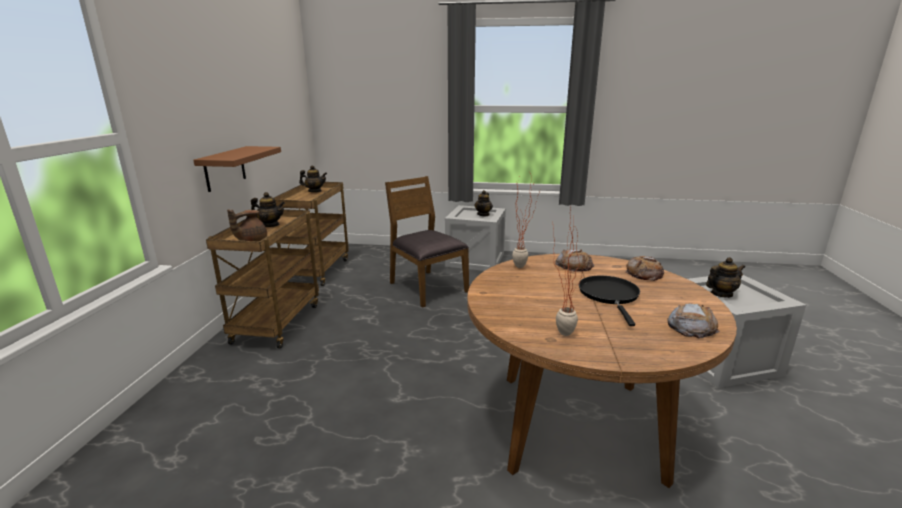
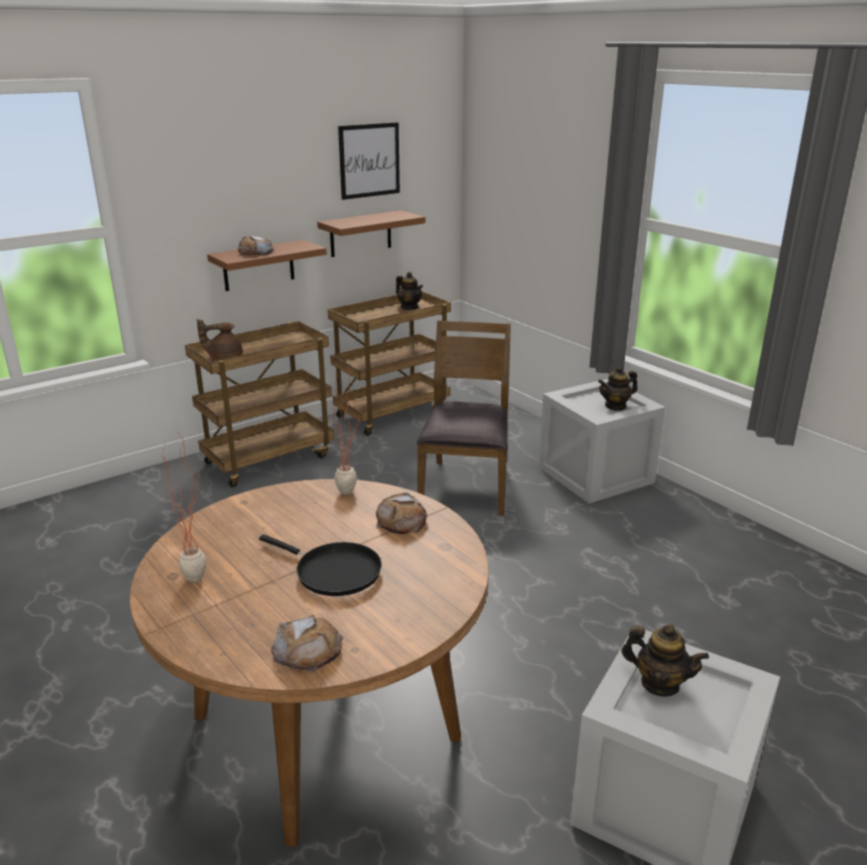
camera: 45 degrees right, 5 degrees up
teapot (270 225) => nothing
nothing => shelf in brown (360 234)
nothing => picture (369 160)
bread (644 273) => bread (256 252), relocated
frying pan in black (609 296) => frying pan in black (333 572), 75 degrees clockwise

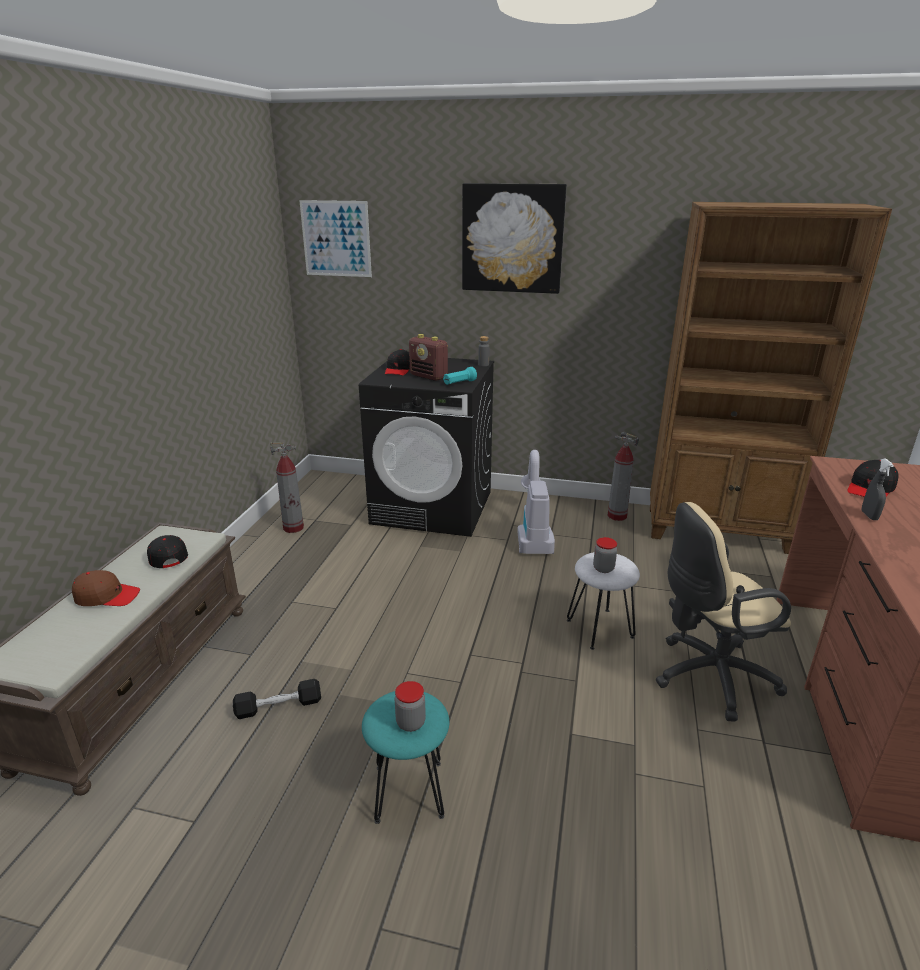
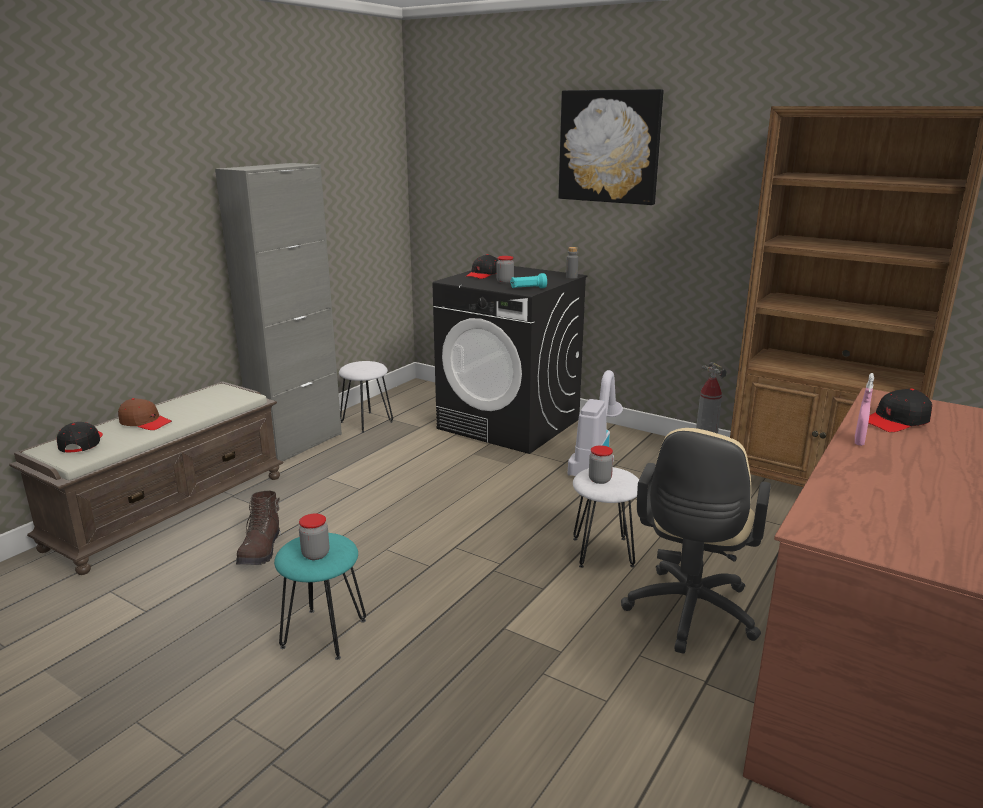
camera: 20 degrees right, 5 degrees down
picture (336 239) => nothing
nothing => cabinet in grey (297 444)
cap in black (167 556) => cap in black (81 443), relocated
dumbbell in black (279 706) => boot in brown (261 550)
fire extinguisher (293 528) => stool in white (367 422)
radio (429 377) => jar (505 282)
spray bottle in grey (869 516) => spray bottle in pink (859 441)
office chair in beige (708 677) => office chair in beige (689 615), 75 degrees counterclockwise

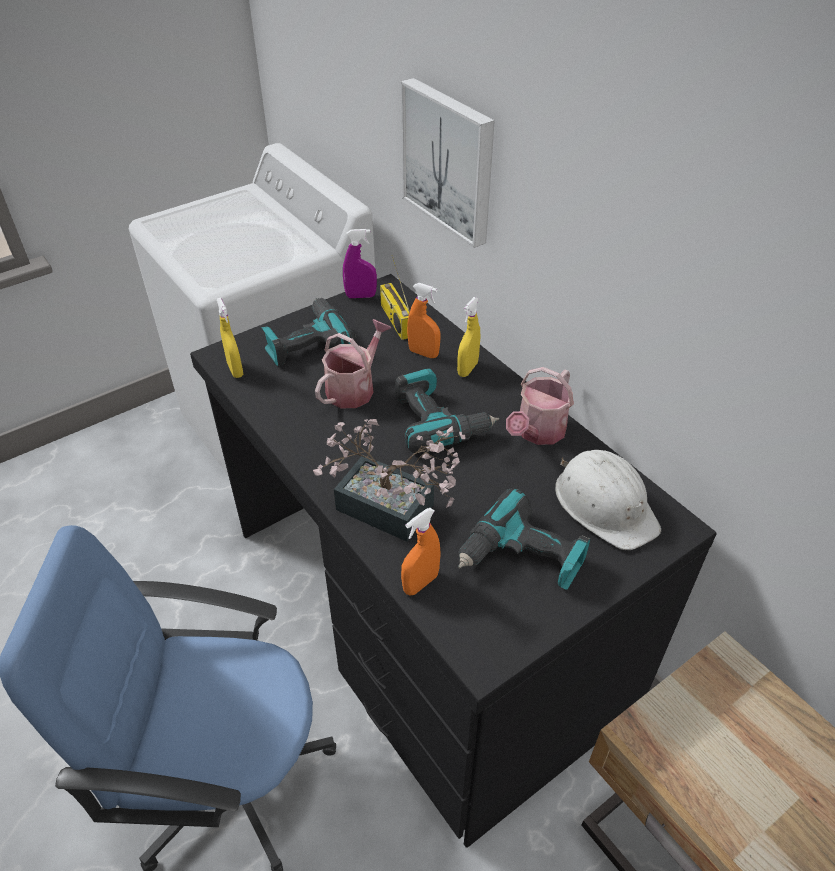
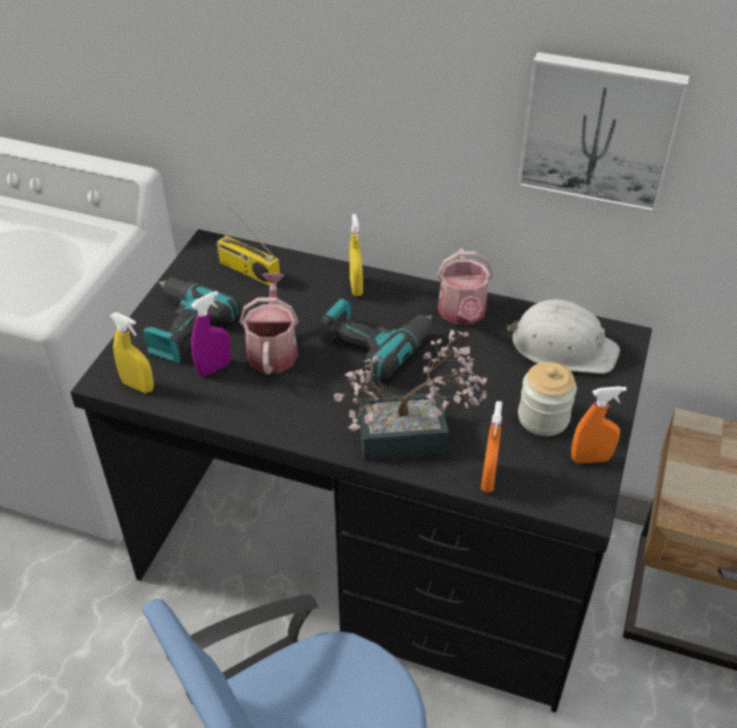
camera: 35 degrees left, 0 degrees up
spray bottle in purple (361 296) => spray bottle in purple (214 368), relocated
picture (450 161) => picture (599 130), relocated
spray bottle in orange (423 353) => spray bottle in orange (590 459), relocated
power drill (522 558) => jar (543 418)

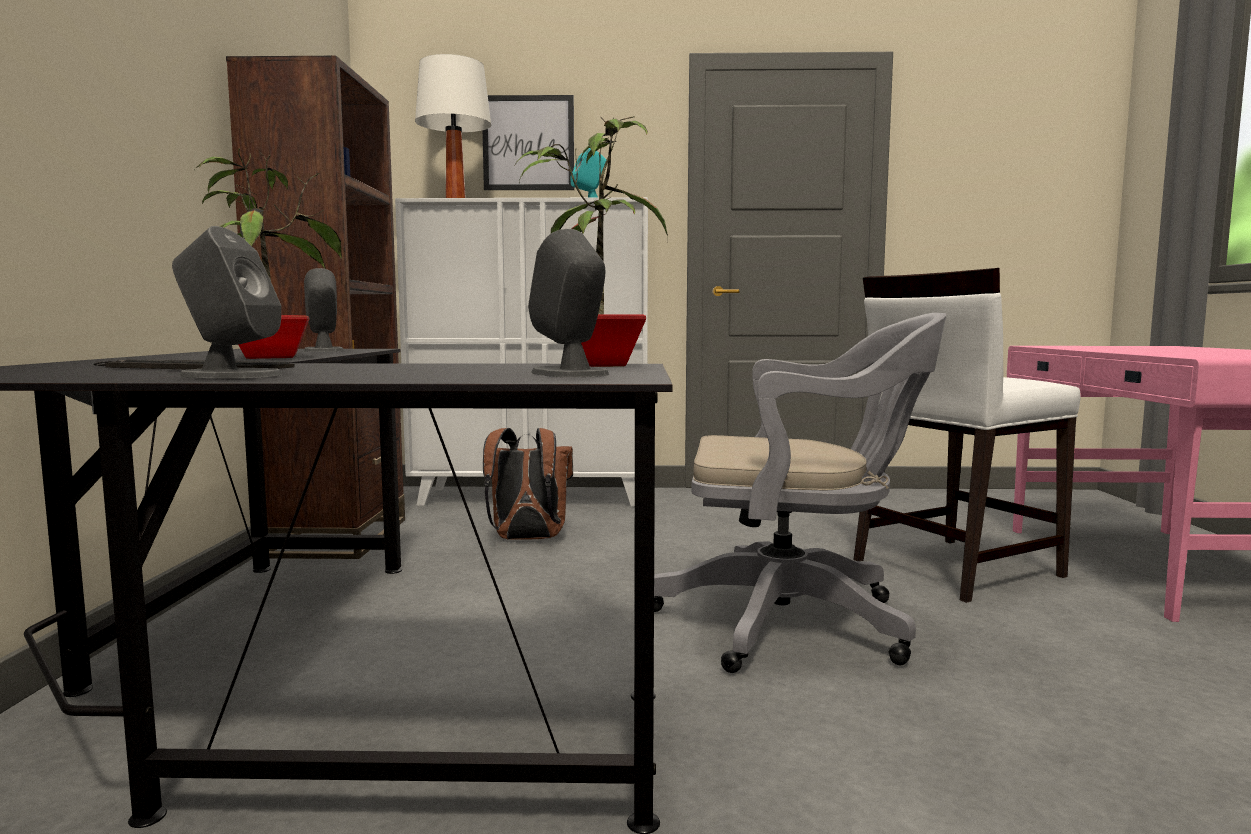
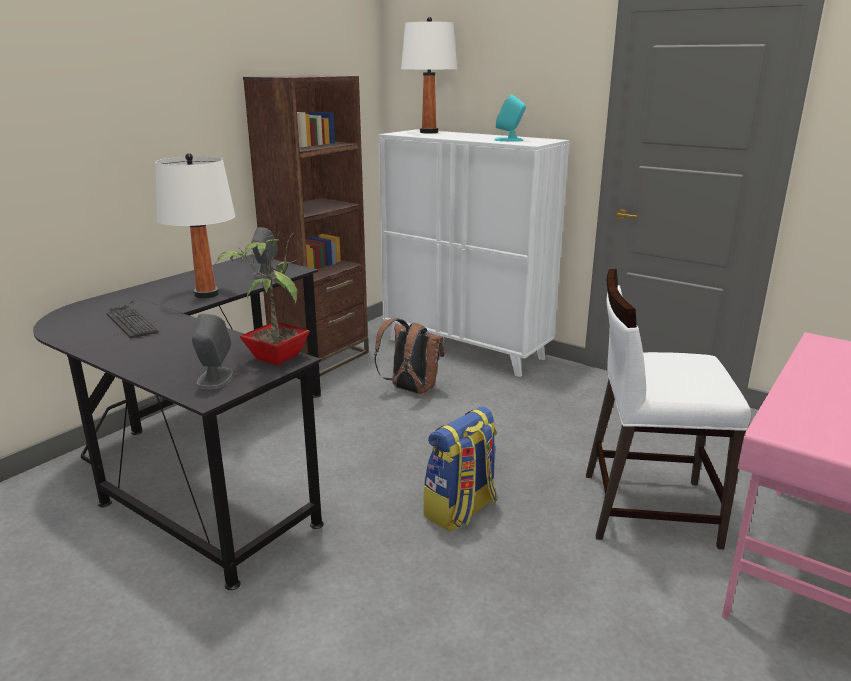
camera: 35 degrees right, 15 degrees up
speaker in grey (230 375) => nothing
picture (528 143) => nothing
potted plant (271 357) => table lamp in white (206 294)
office chair in grey (796 622) => backpack (461 510)

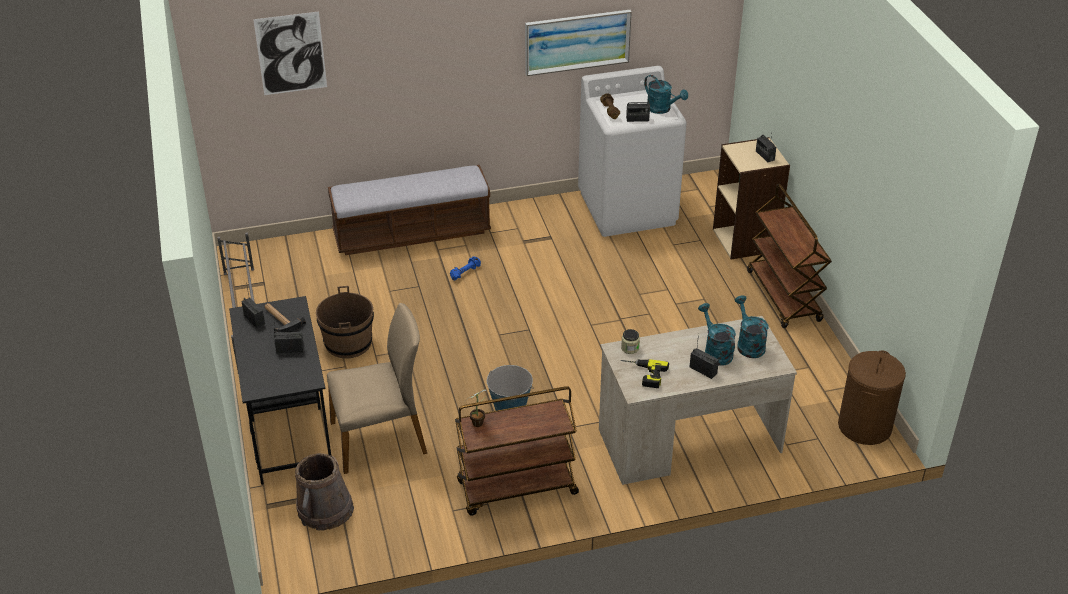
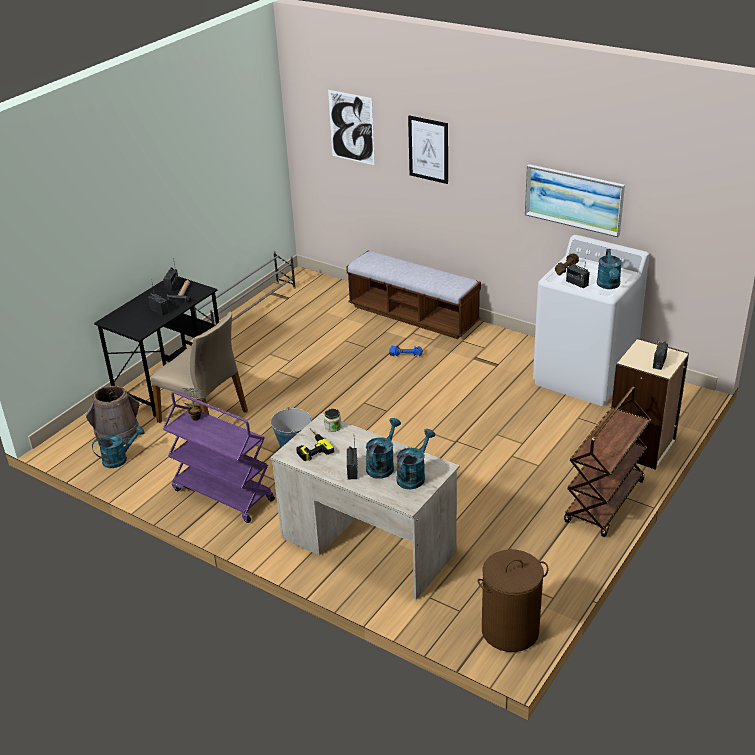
camera: 50 degrees right, 5 degrees down
bucket in brown (348 343) => nothing
nothing => watering can in turquoise (119 459)
nothing => picture (428 149)
cart in brown (516 489) => cart in purple (222 495)

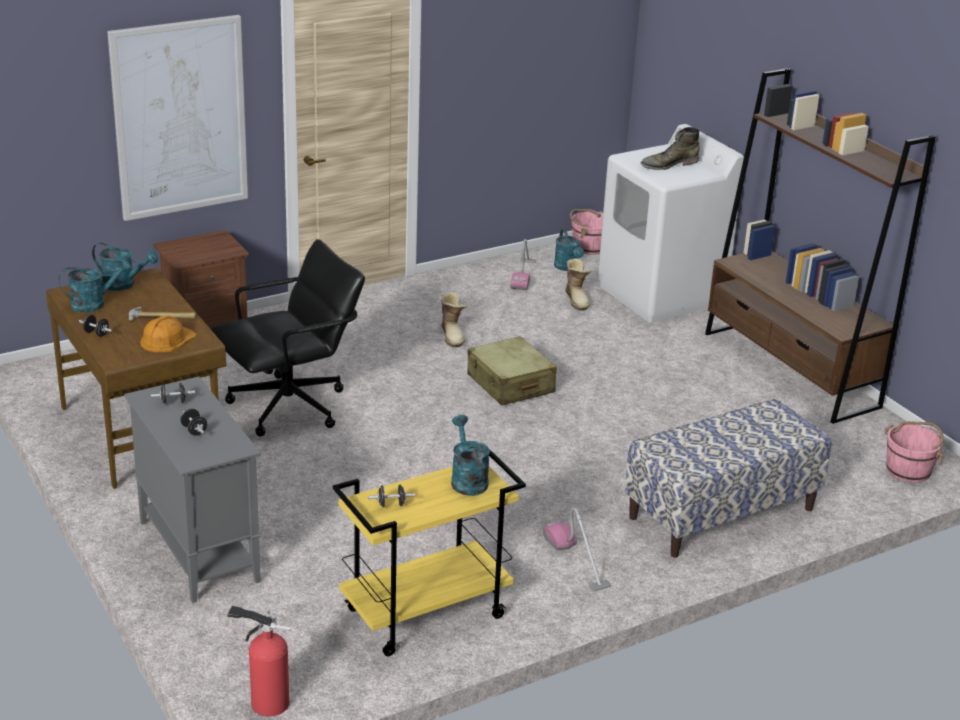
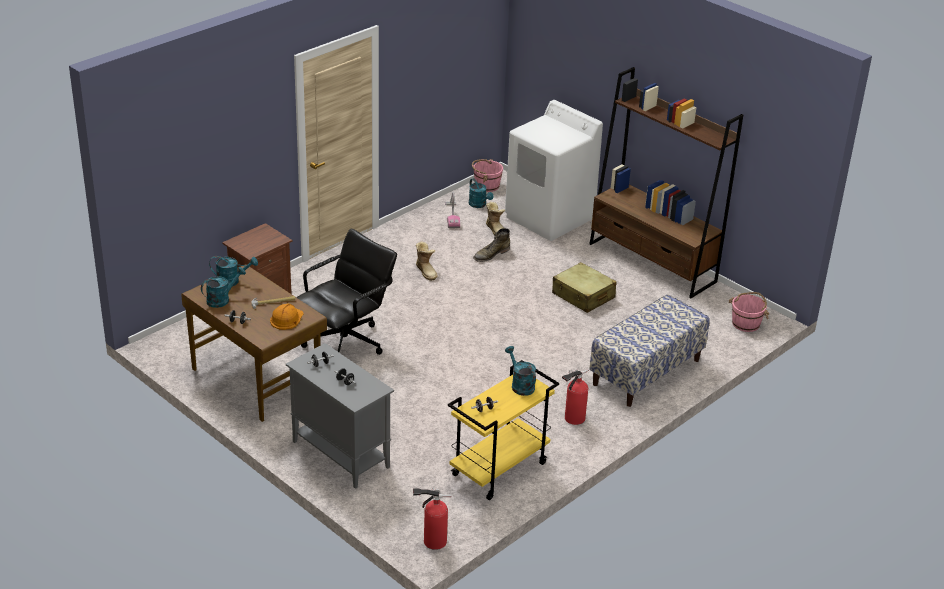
camera: 15 degrees left, 5 degrees up
picture (180 118) => nothing
suitcase in beige (510 384) => suitcase in beige (583 296), relocated
boot in green (668 164) => boot in green (491 254), relocated
vacuum cleaner (576 560) => fire extinguisher (573 419)

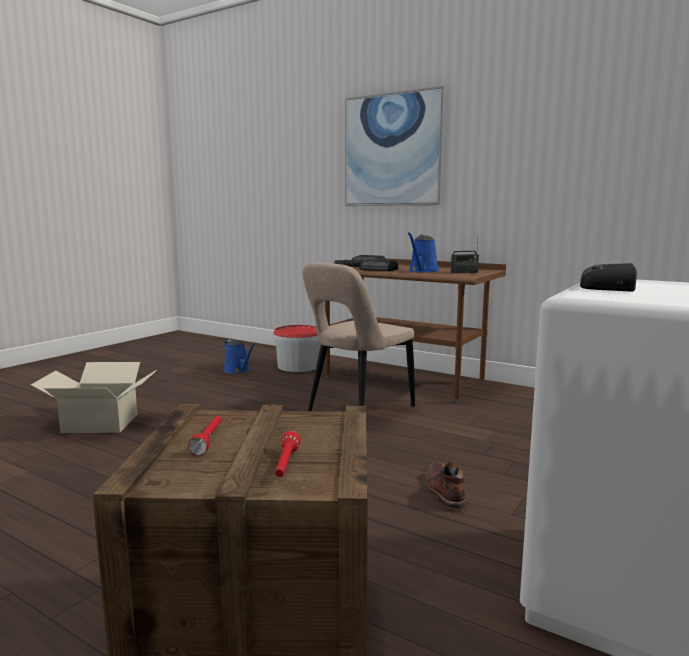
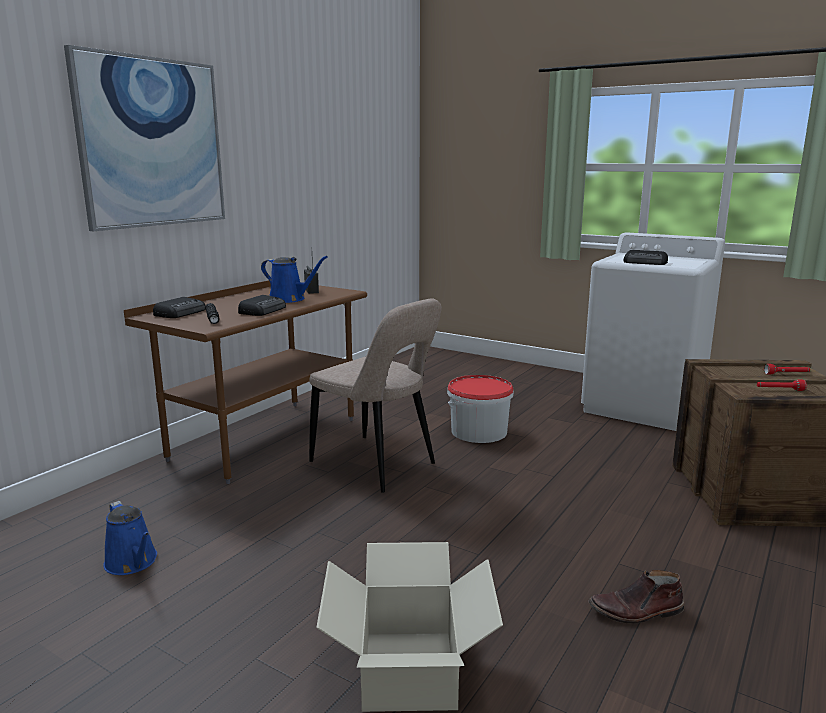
camera: 90 degrees left, 5 degrees up
bucket (298 366) => bucket (479 431), relocated
boot in brown (444 491) => boot in brown (636 611), relocated
watering can in blue (238 370) => watering can in blue (133 563), 90 degrees clockwise

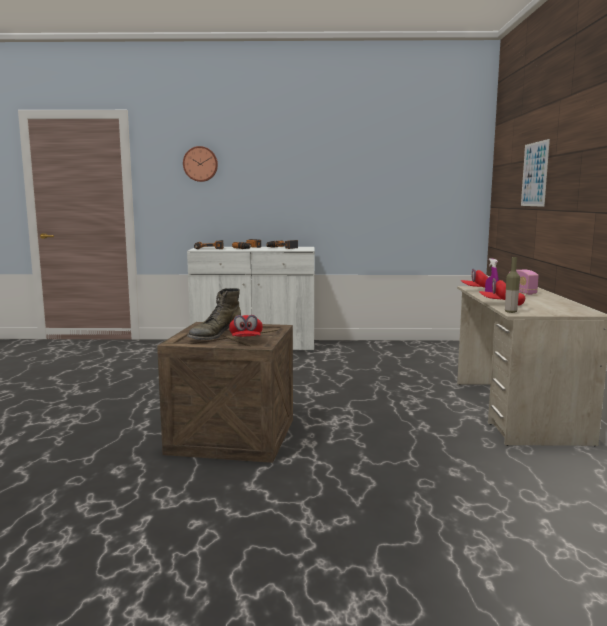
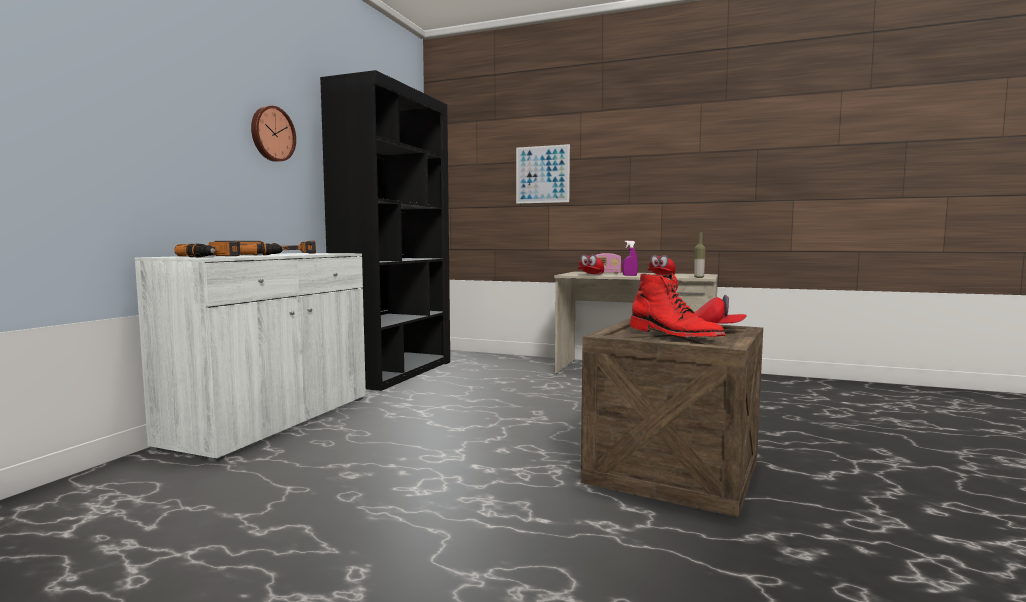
camera: 70 degrees left, 5 degrees down
nothing => bookcase in black (396 372)
wall clock (200 164) => wall clock (272 134), relocated
boot in green (214 334) => boot in red (674 335)

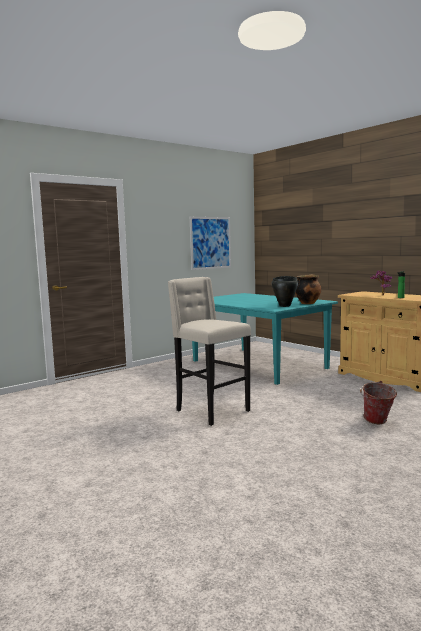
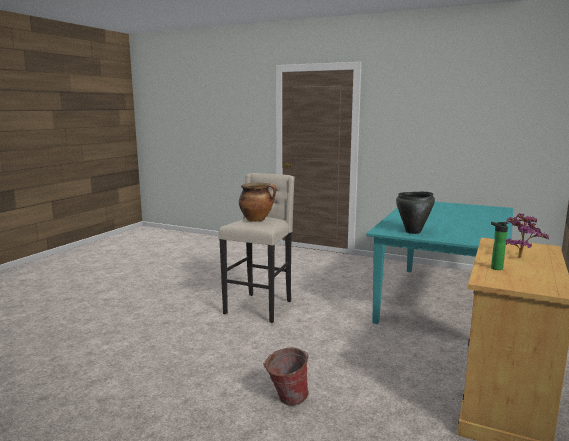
camera: 65 degrees right, 5 degrees up
picture (210 243) => nothing
cooking pot (307 303) => cooking pot (257 220), relocated

